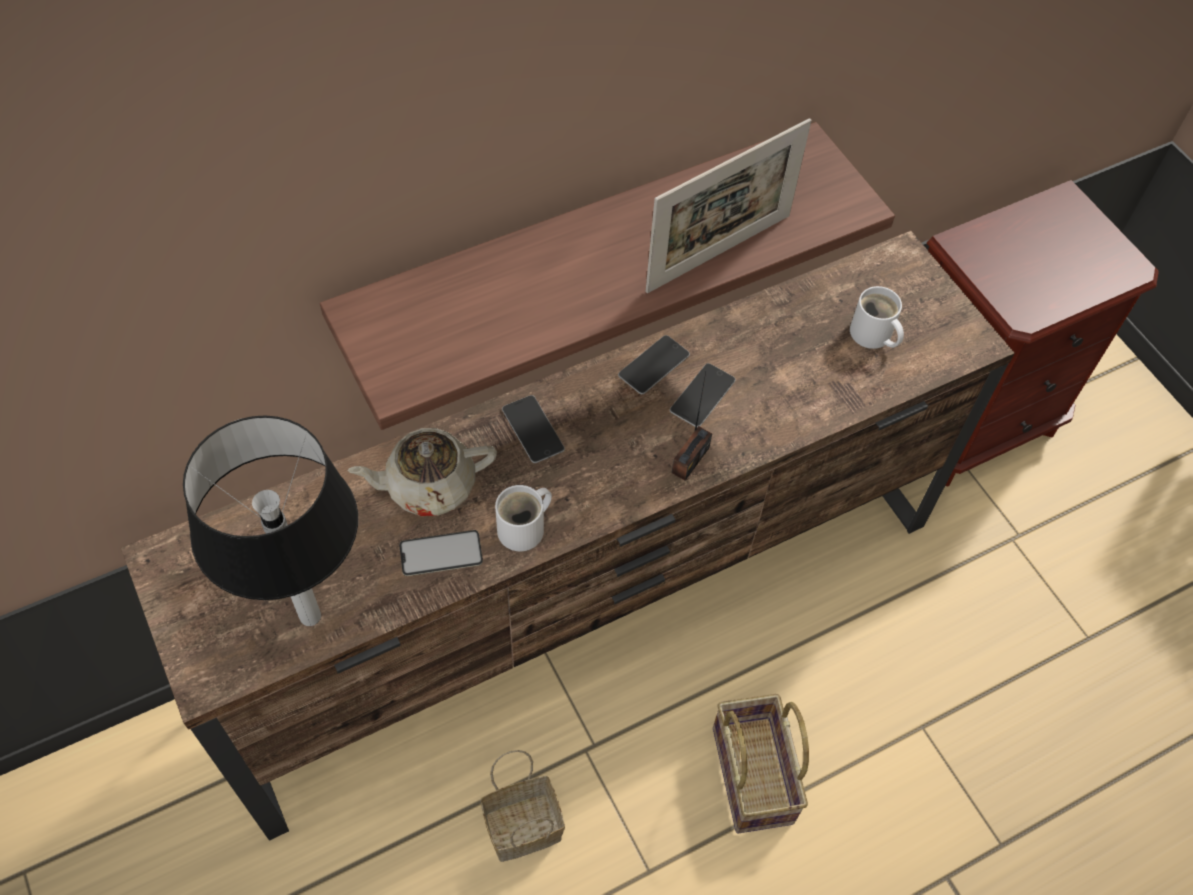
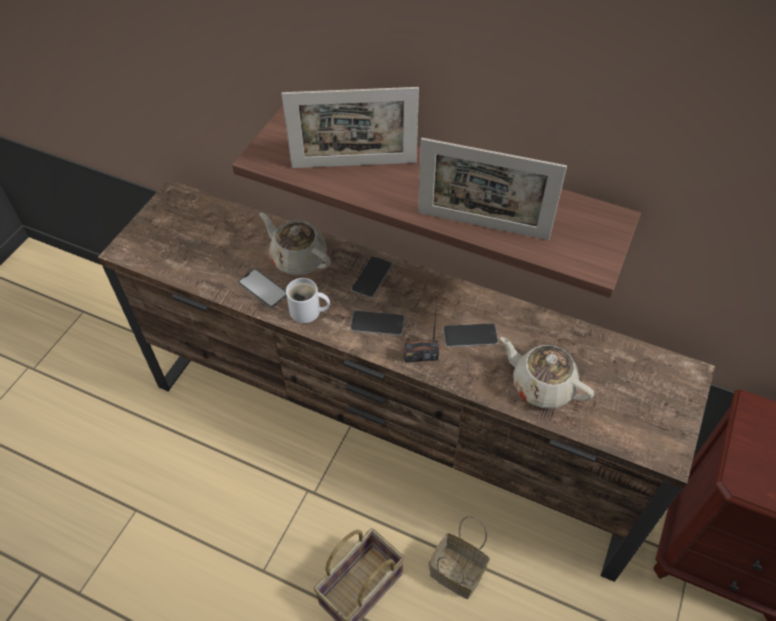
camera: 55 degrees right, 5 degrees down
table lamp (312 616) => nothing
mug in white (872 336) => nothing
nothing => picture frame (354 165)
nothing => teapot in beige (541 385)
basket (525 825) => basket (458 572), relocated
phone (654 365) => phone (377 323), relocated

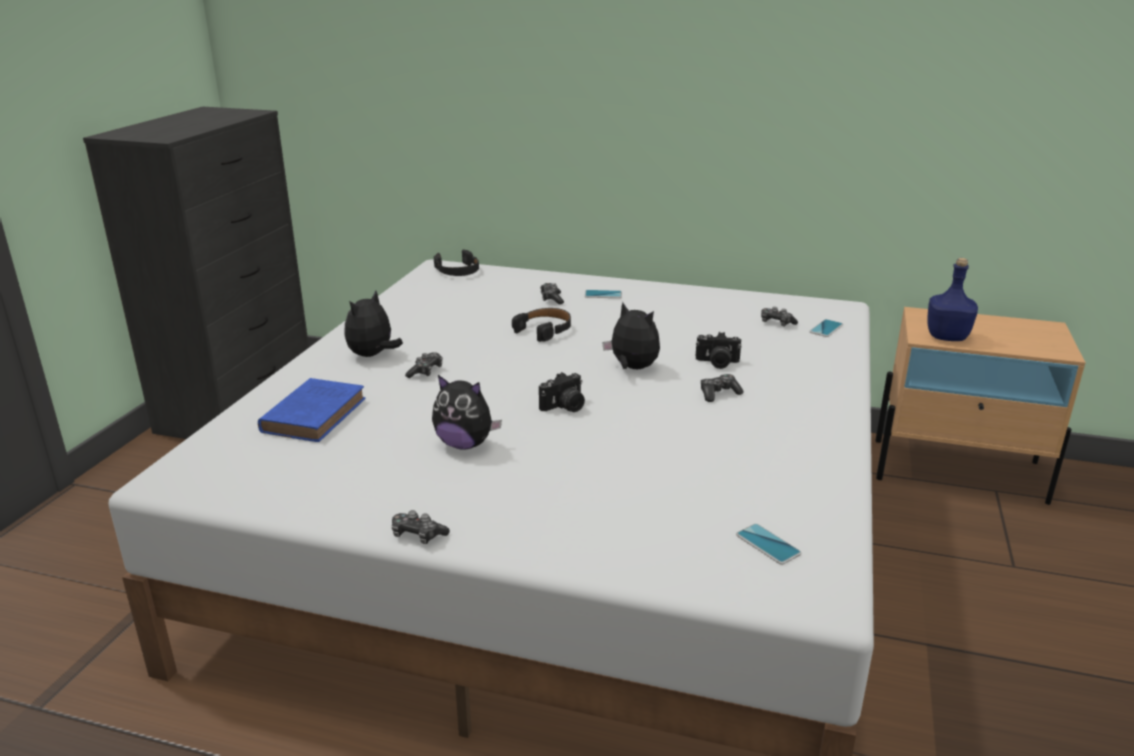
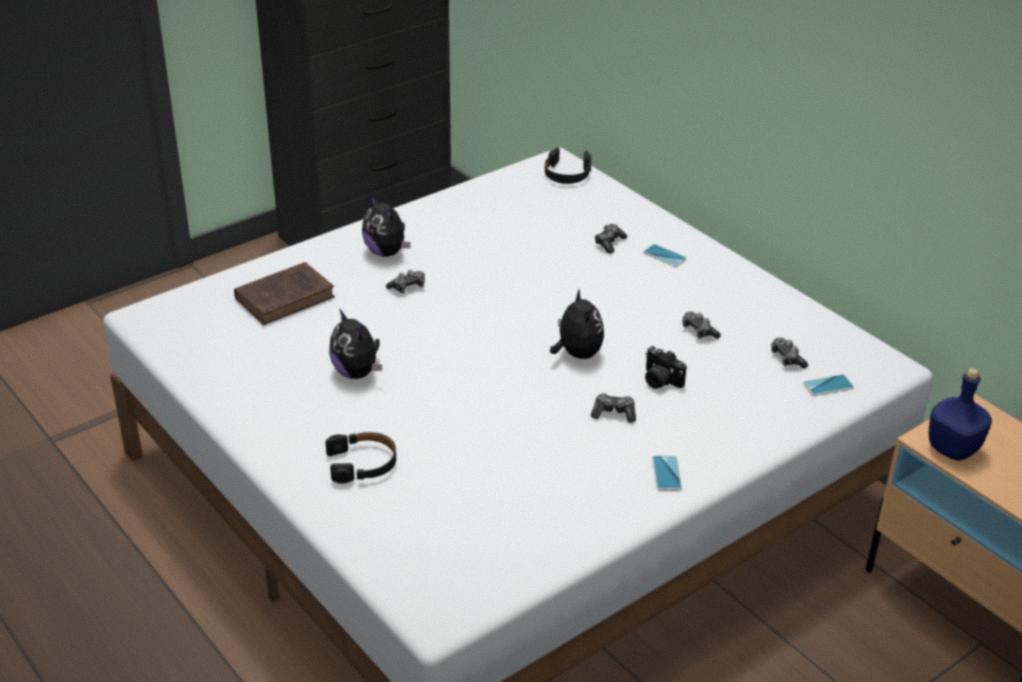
camera: 35 degrees right, 10 degrees up
photo camera (564 407) => nothing
game controller (418 535) => game controller (699 331), relocated
headphones in black (544 330) => headphones in black (362 463), relocated
phone (768 544) => phone (666 473), relocated
book in blue (315 414) => book in brown (287 297)
plush toy (372 355) => plush toy (386 252), 105 degrees counterclockwise

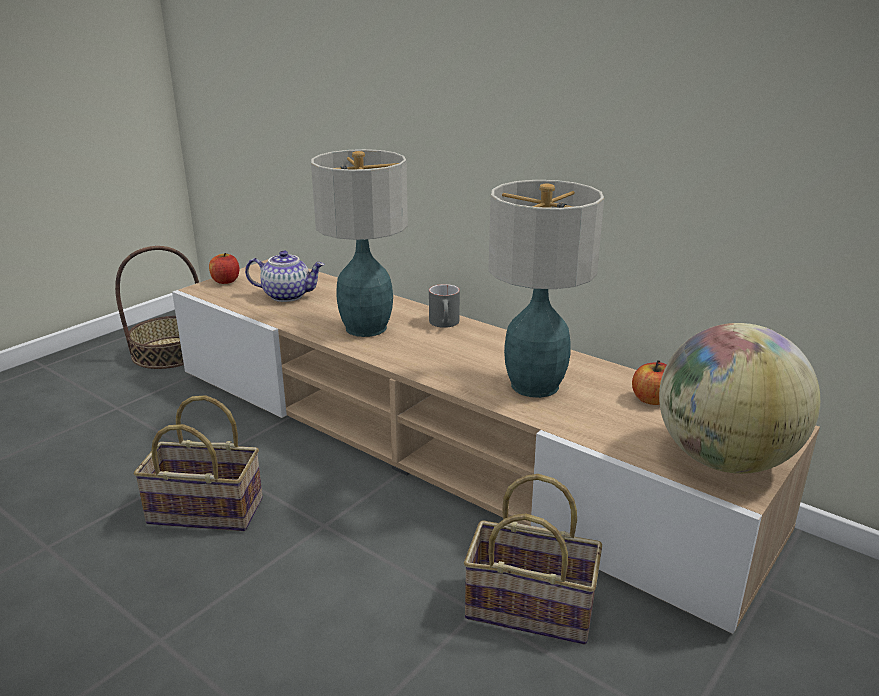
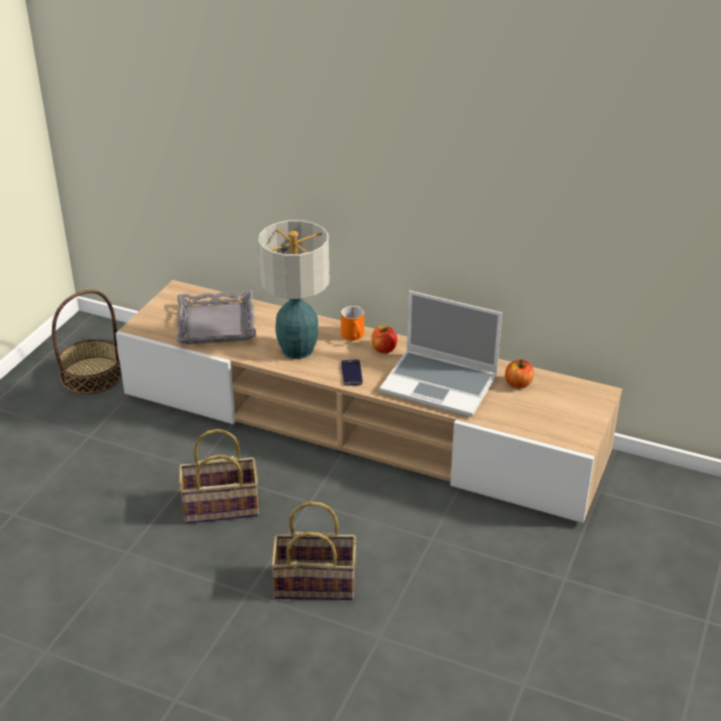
camera: 15 degrees left, 10 degrees up
globe (724 459) => nothing
nothing => phone (351 373)
apple (226 281) => apple (383 349), relocated
basket (533 607) => basket (317 582), relocated
teapot (288 295) => tray in grey (215 324)
table lamp (536 386) => laptop (441 384)
mug in grey (445 324) => mug in orange (355 336)

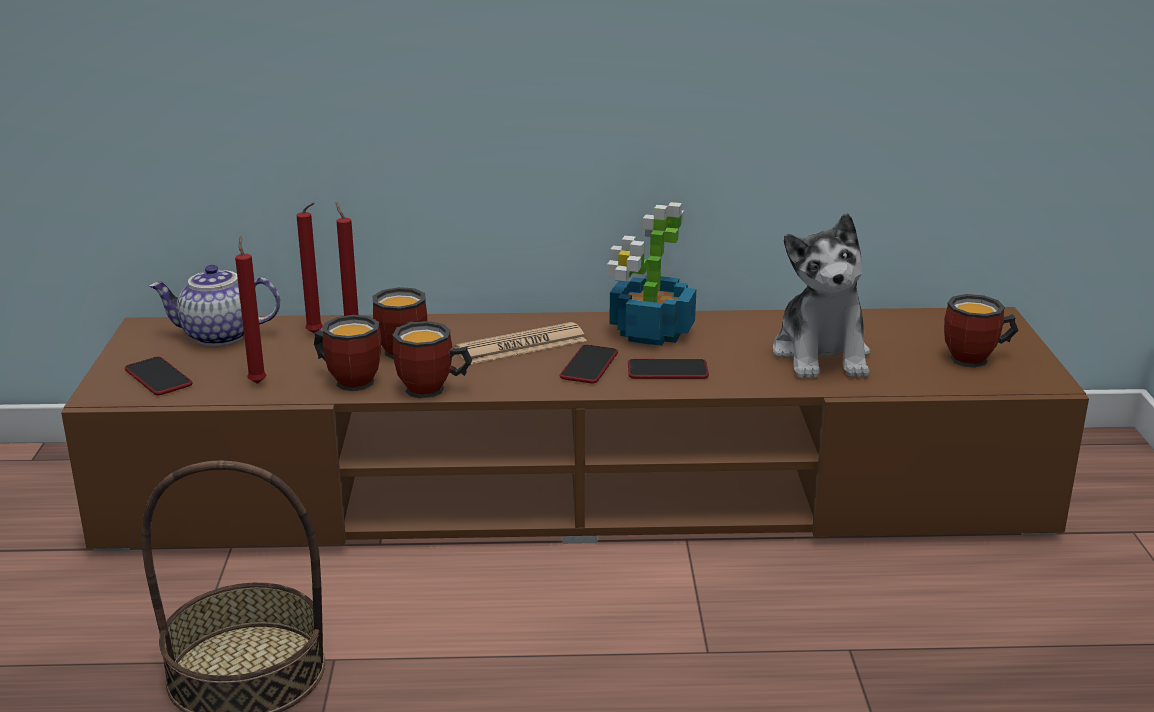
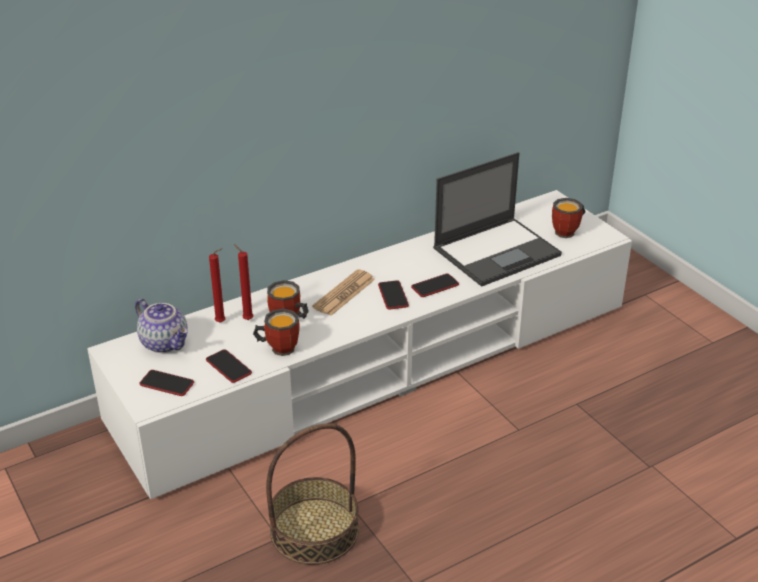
camera: 30 degrees left, 10 degrees up
mug (432 391) => nothing
potted plant (650 332) => nothing
candle in red (257 382) => phone (228 367)
plush toy (822 355) => laptop (497 251)
tv stand in brown (579 492) => tv stand in white (380 362)
teapot (218 336) => teapot (166 343), 105 degrees counterclockwise

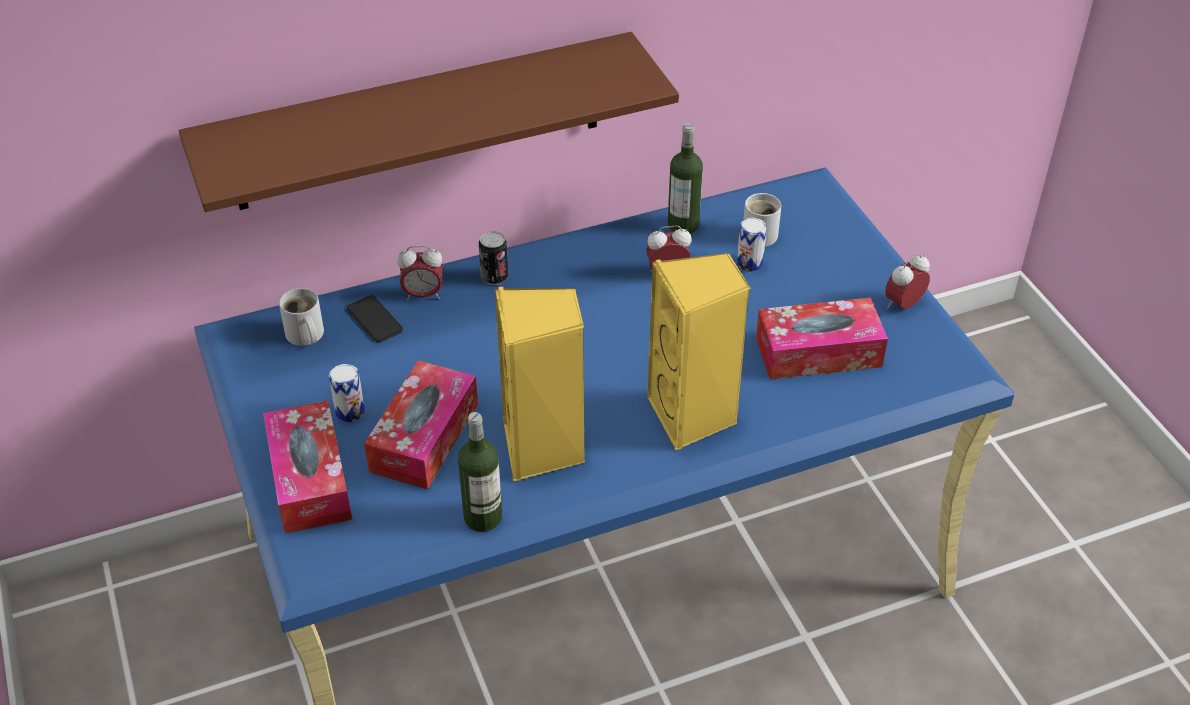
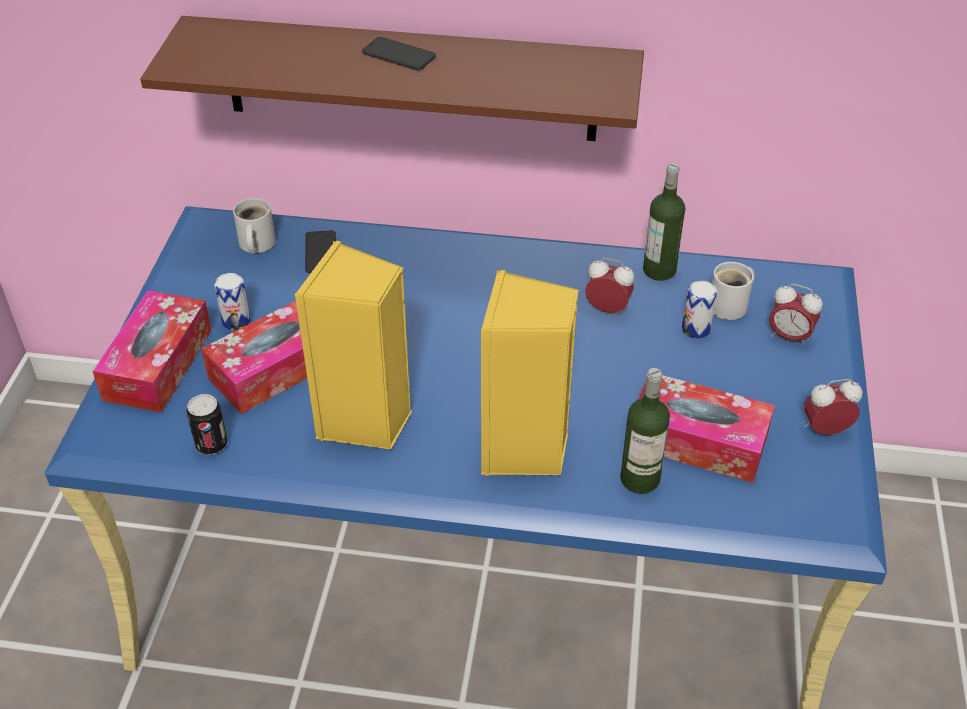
camera: 30 degrees right, 0 degrees up
nothing => phone (398 55)
alarm clock (423 295) => alarm clock (789 337), relocated
bottle (483 517) => bottle (640 479), relocated
can (494 277) => can (211 445), relocated

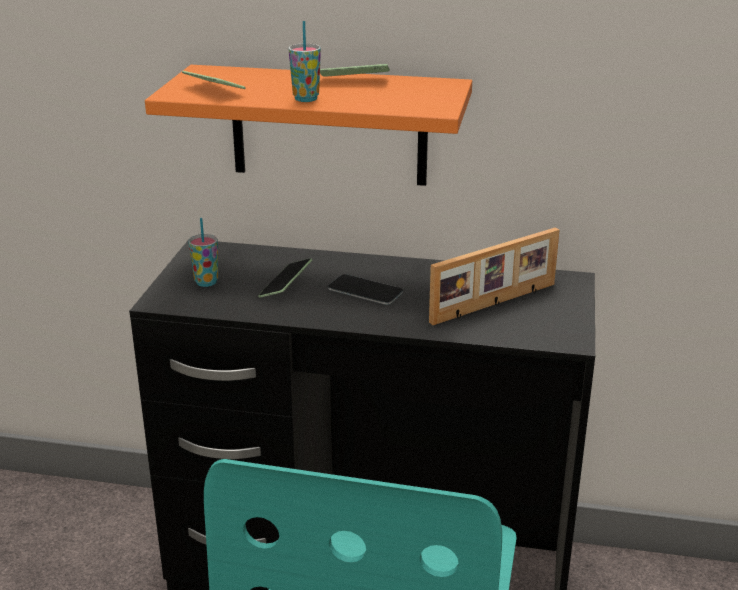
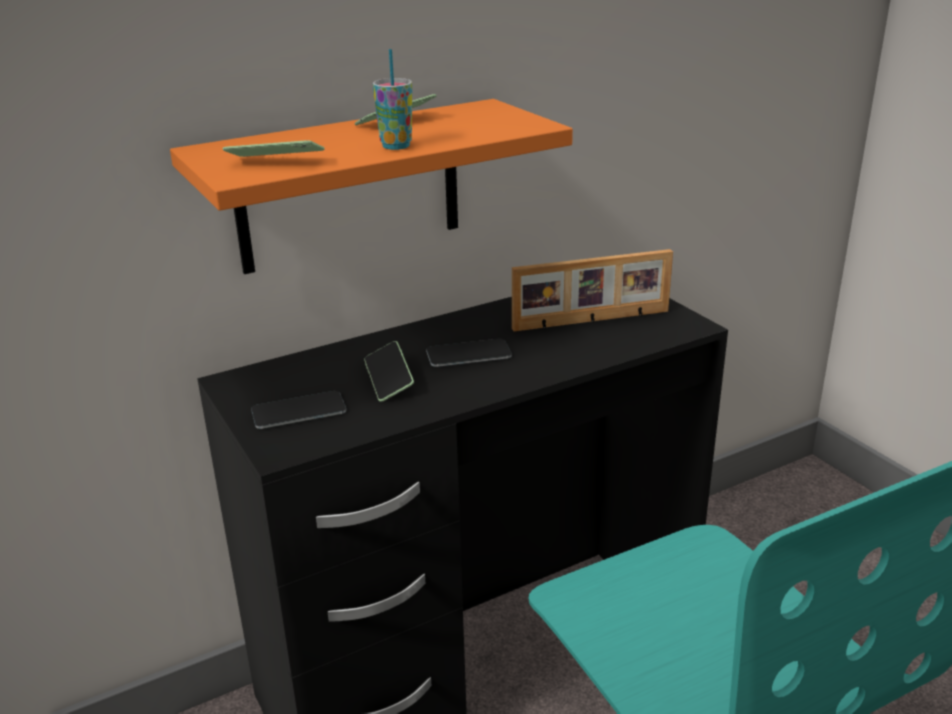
camera: 40 degrees left, 0 degrees up
cup (206 282) => phone (298 411)
picture frame (495 304) => picture frame (592 321), 60 degrees clockwise

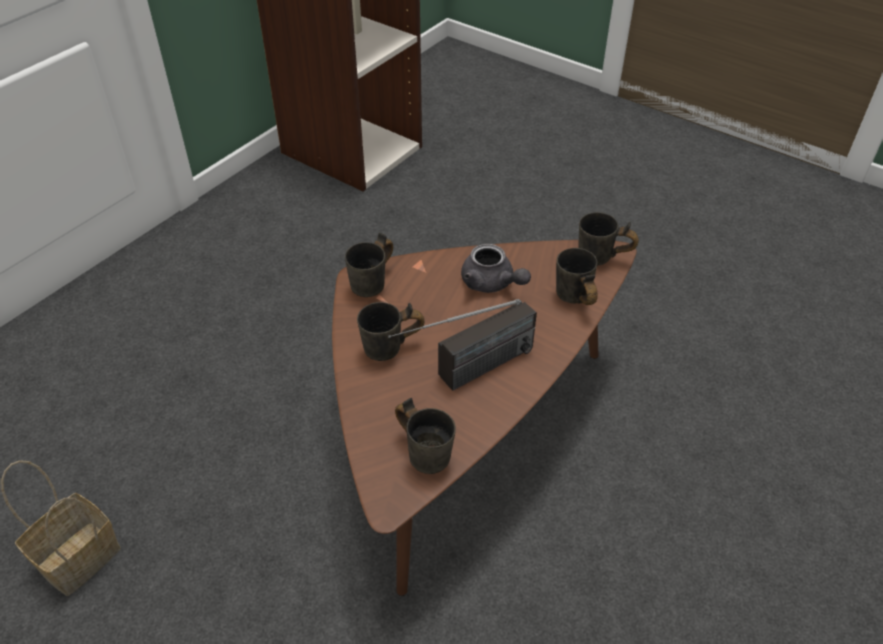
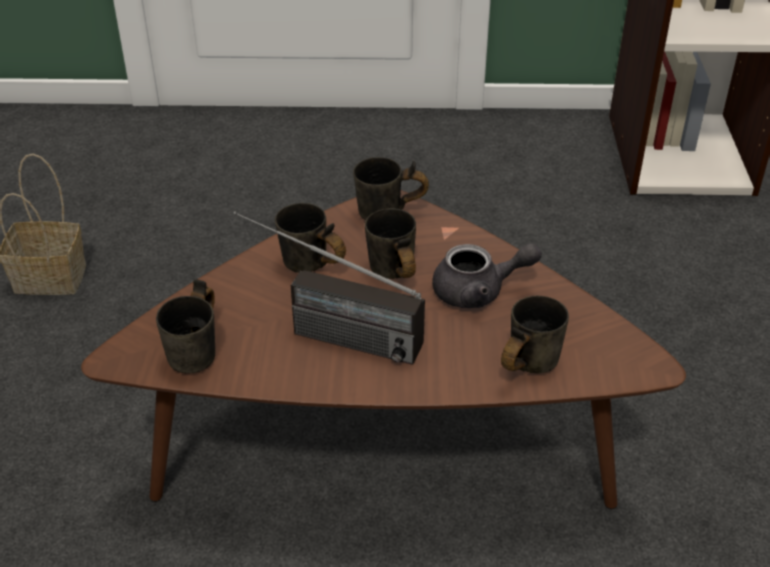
camera: 55 degrees right, 5 degrees down
mug in grey (601 261) => mug in grey (390 276), relocated
teapot in grey (492 284) => teapot in grey (478 291), 105 degrees counterclockwise

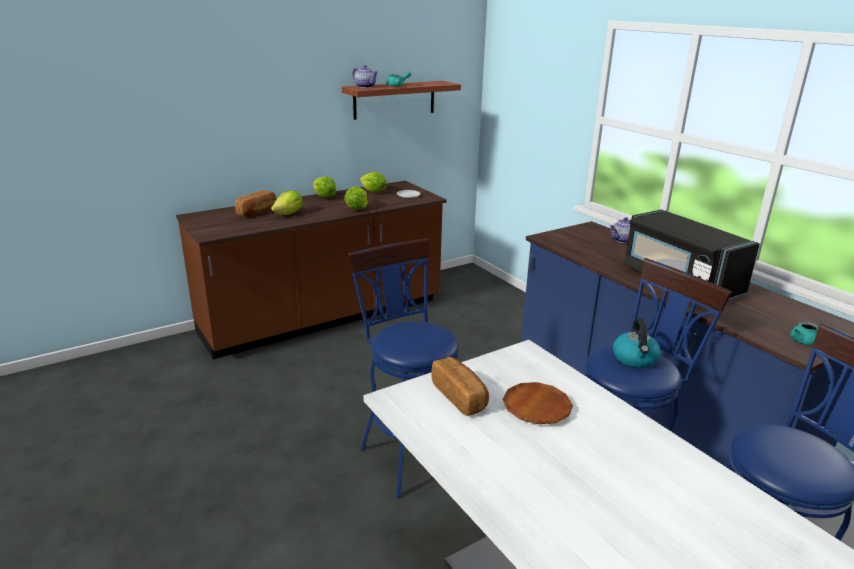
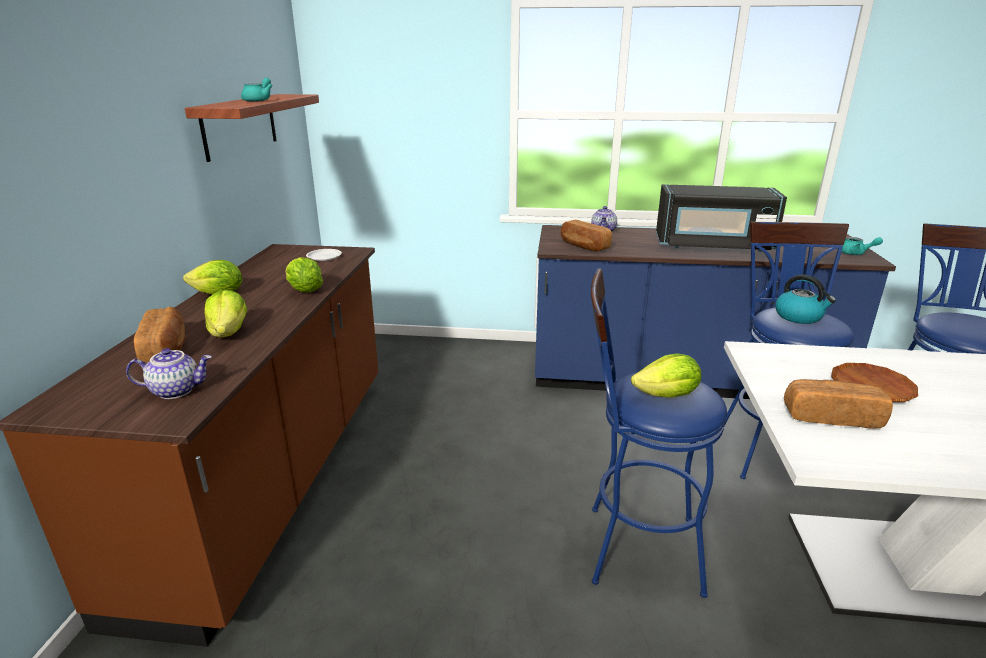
camera: 50 degrees left, 0 degrees up
nothing => bread (583 246)
teapot (366 87) => teapot (177 390), relocated
lettuce (373 192) => lettuce (667 395), relocated

